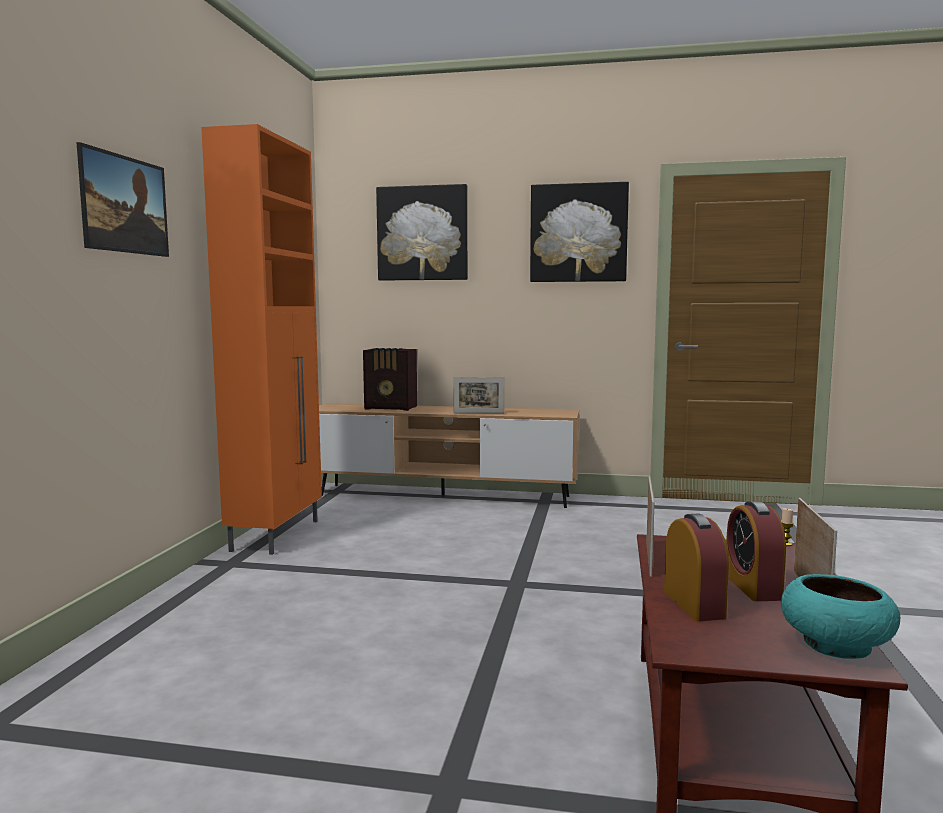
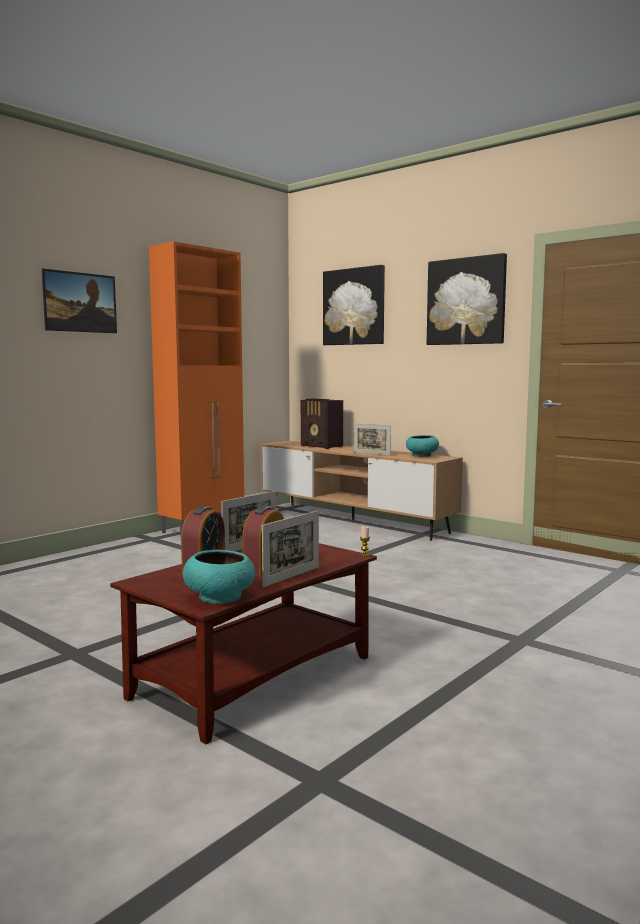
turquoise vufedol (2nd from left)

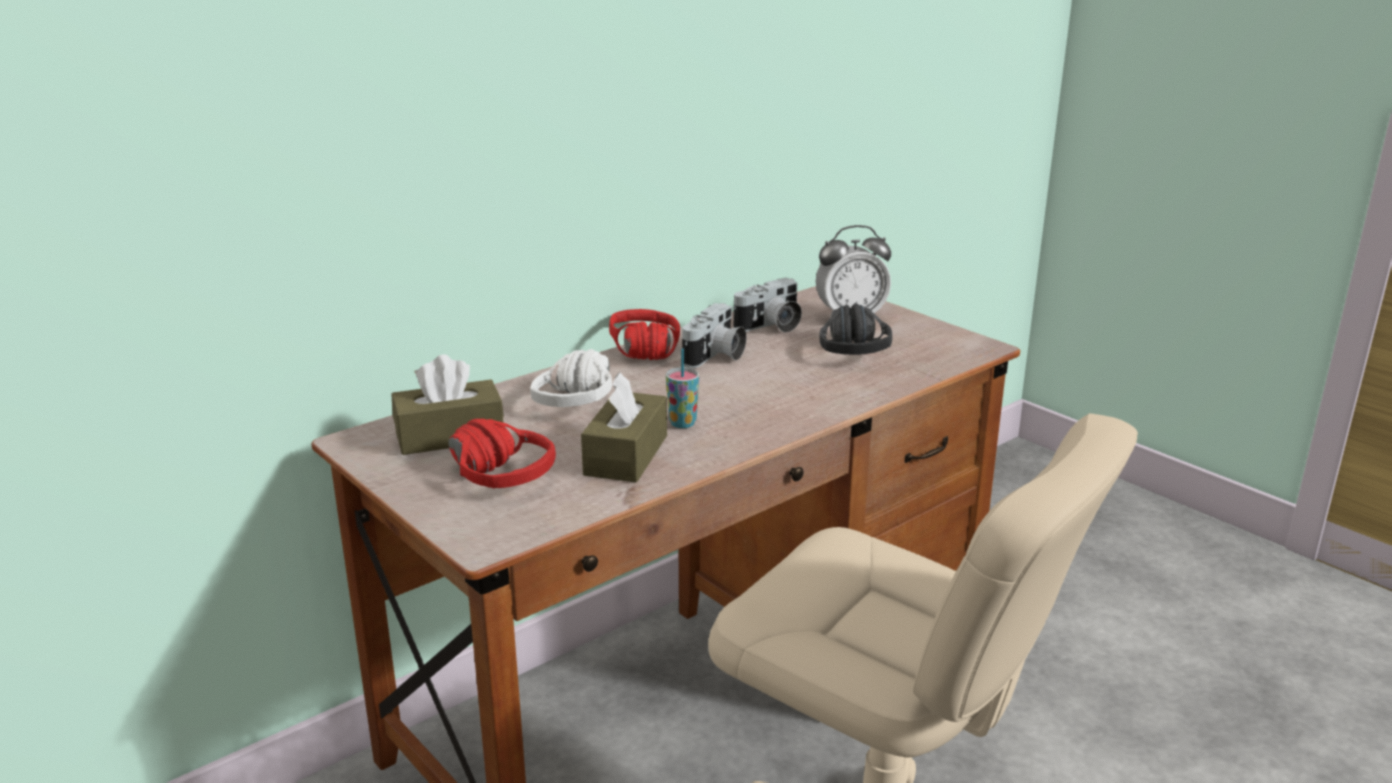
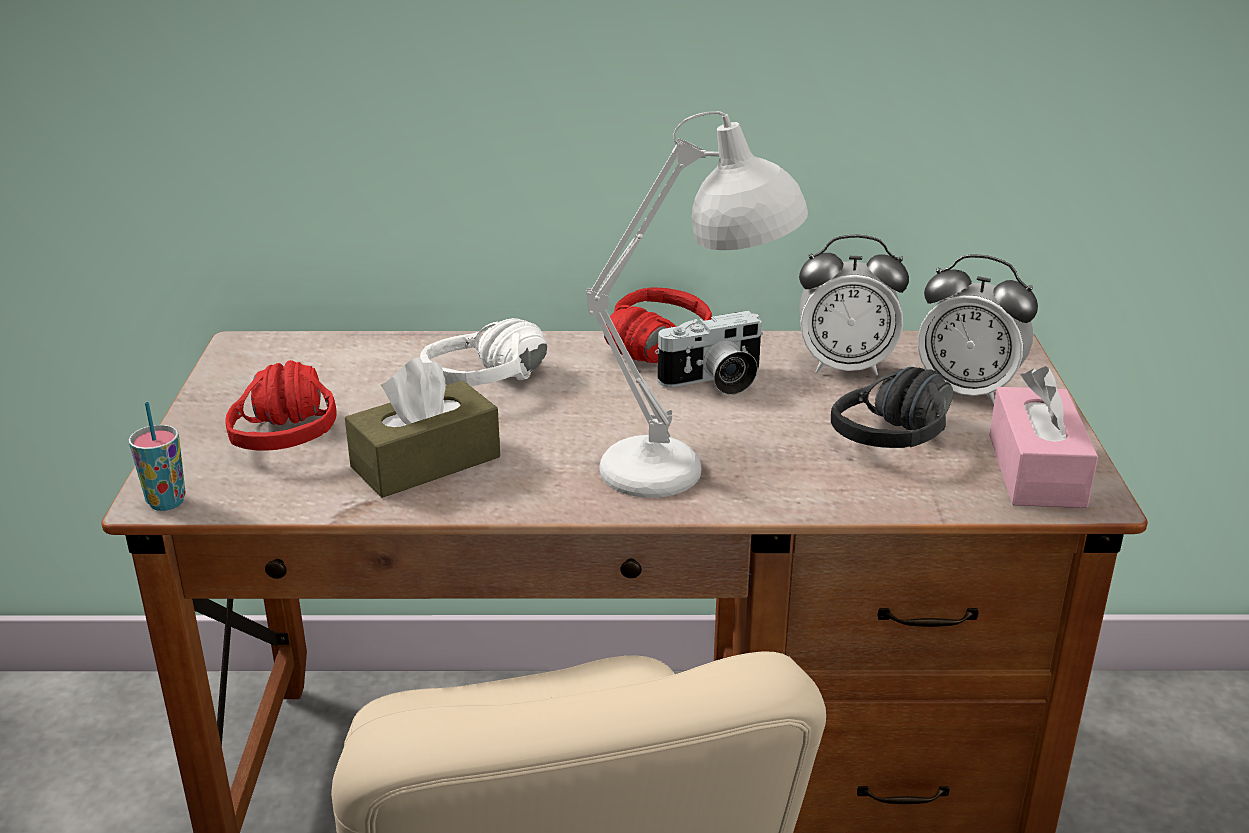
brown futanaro (1st from left in the first image)
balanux
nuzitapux (1st from left)
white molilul
pink futanaro

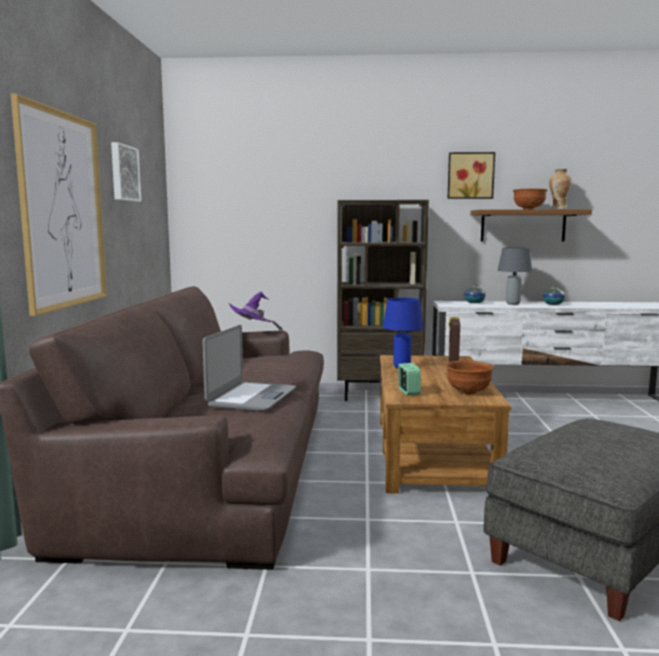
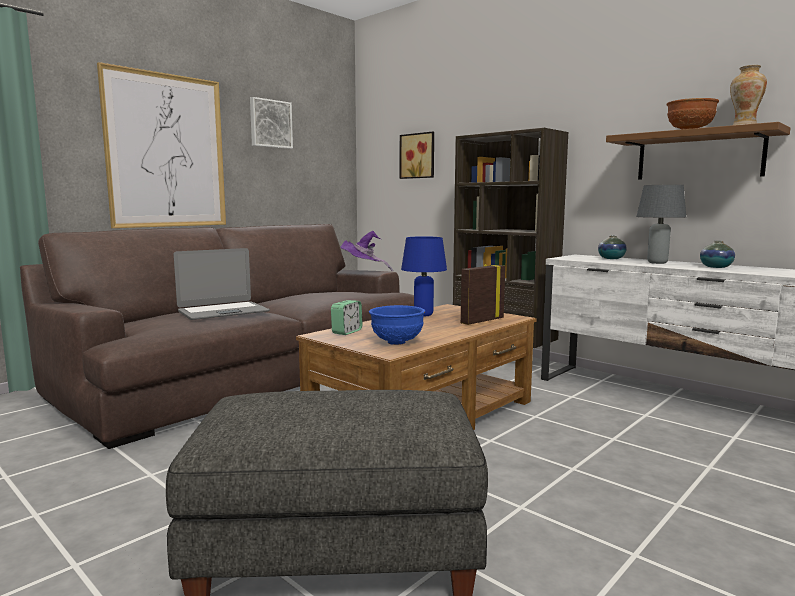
blue vufedol
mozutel (3rd from left)

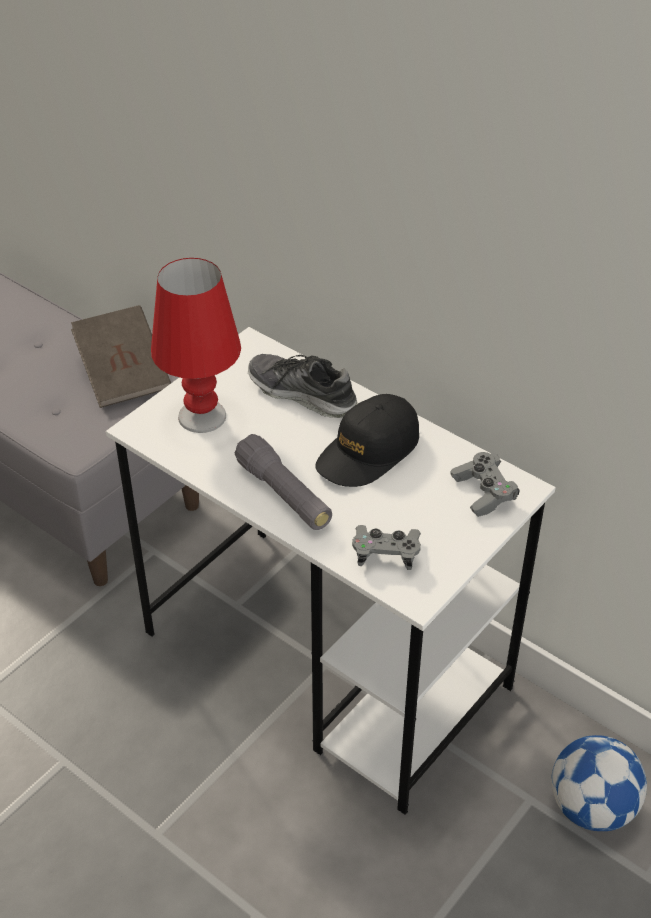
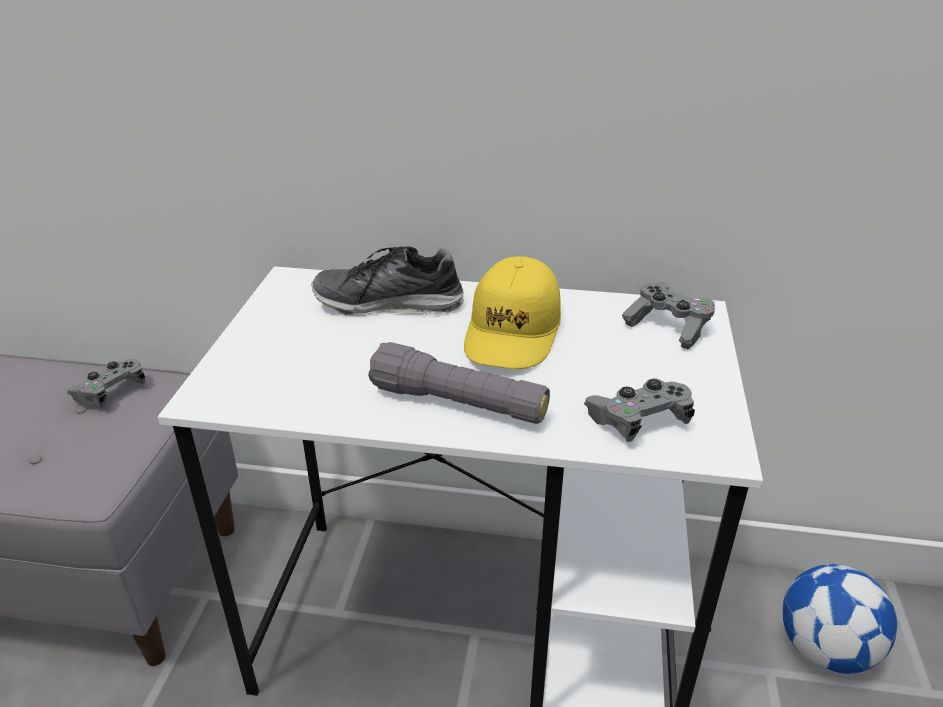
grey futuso (1st from left)
red molilul
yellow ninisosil

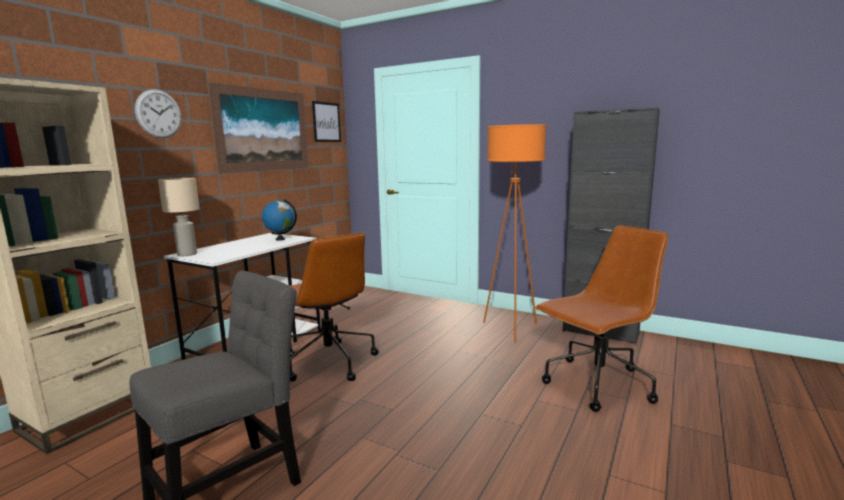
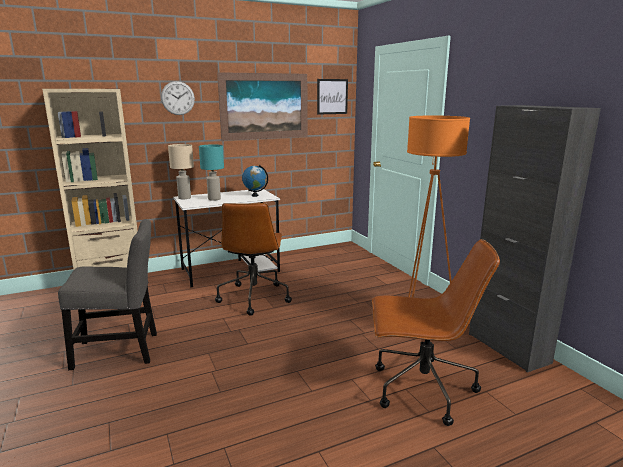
turquoise molilul

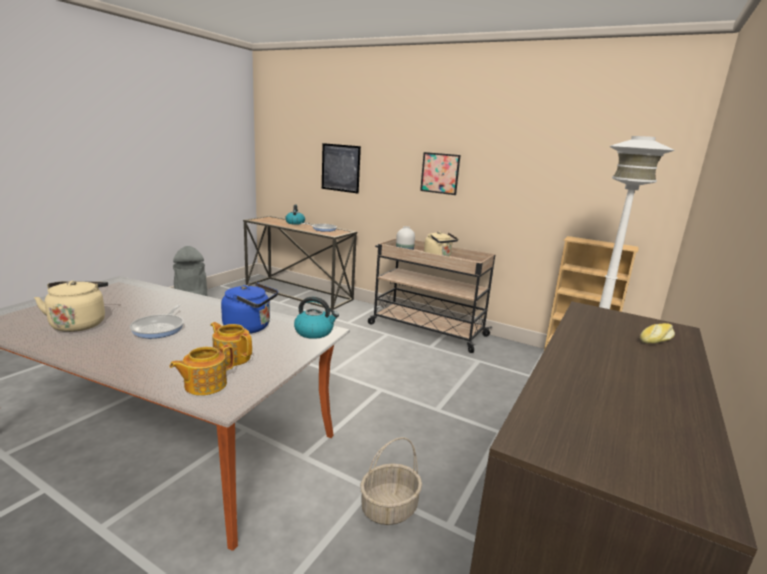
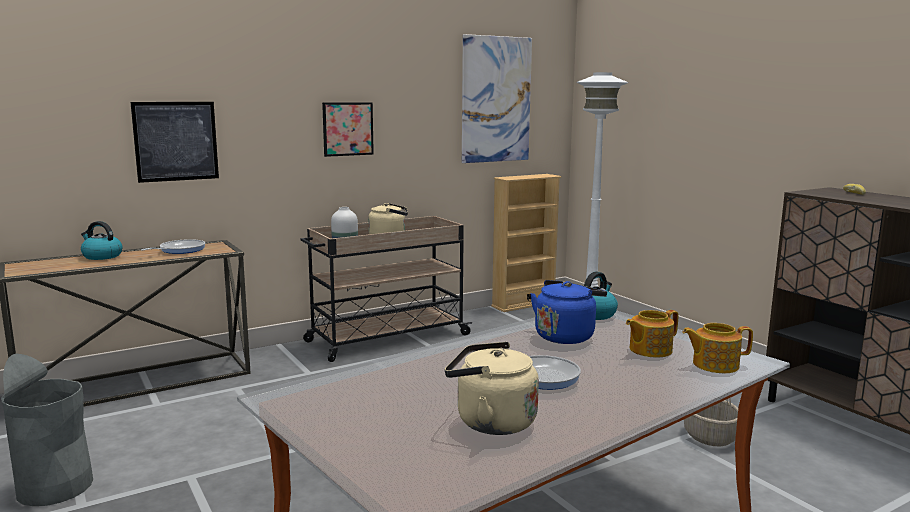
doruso (2nd from left)
mozutel (3rd from left)

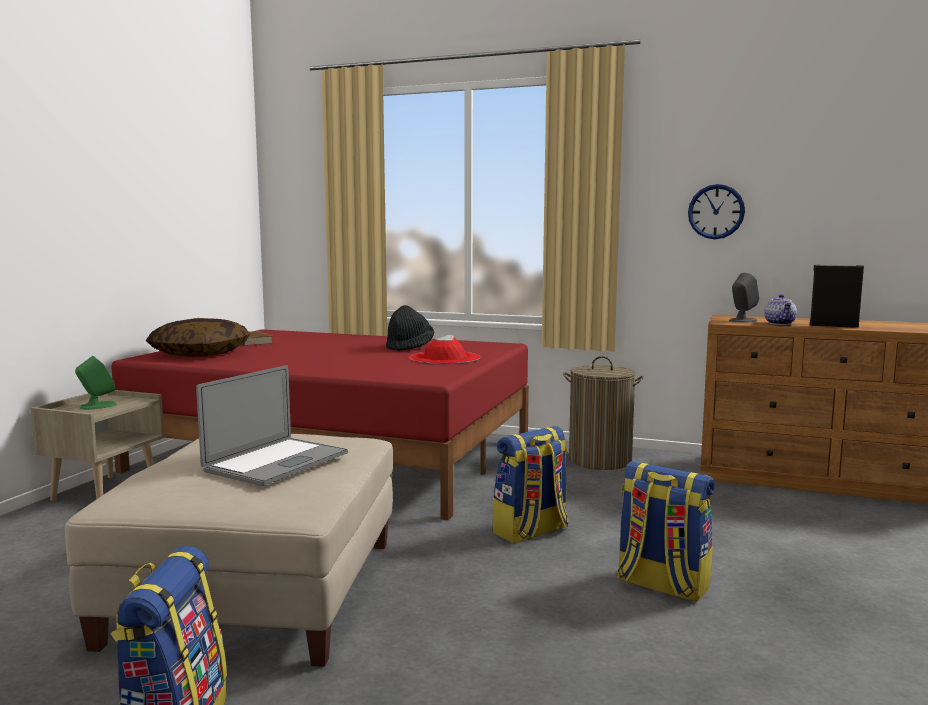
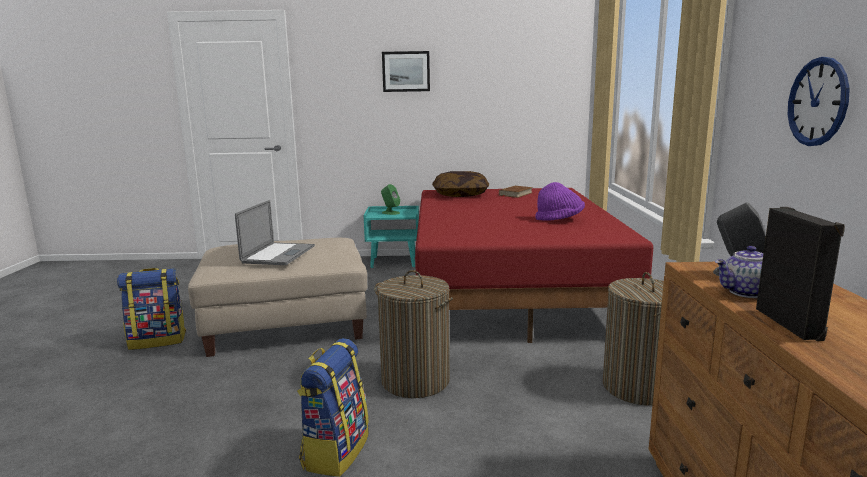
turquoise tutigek
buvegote
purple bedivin
red bedivin
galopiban (1st from left)
mozutel

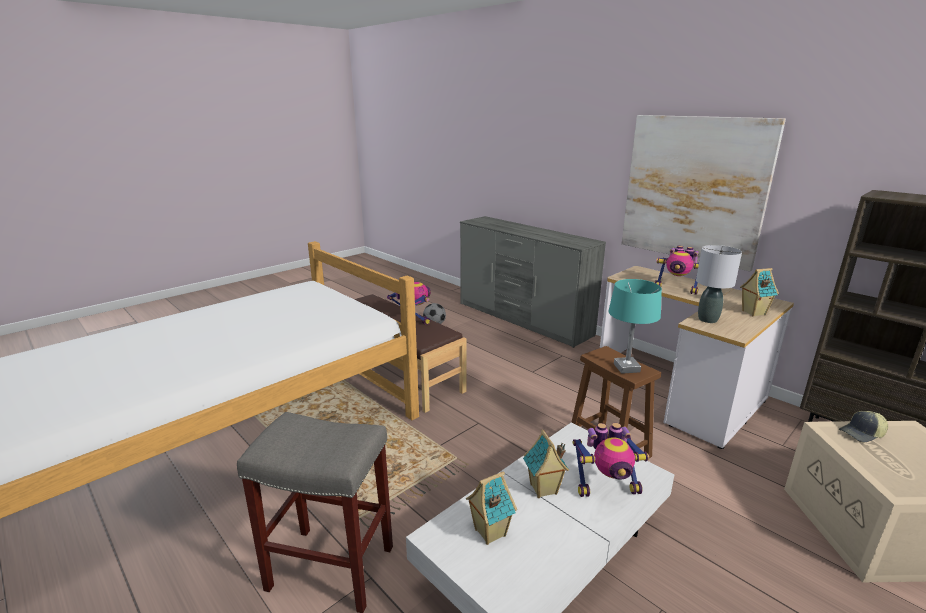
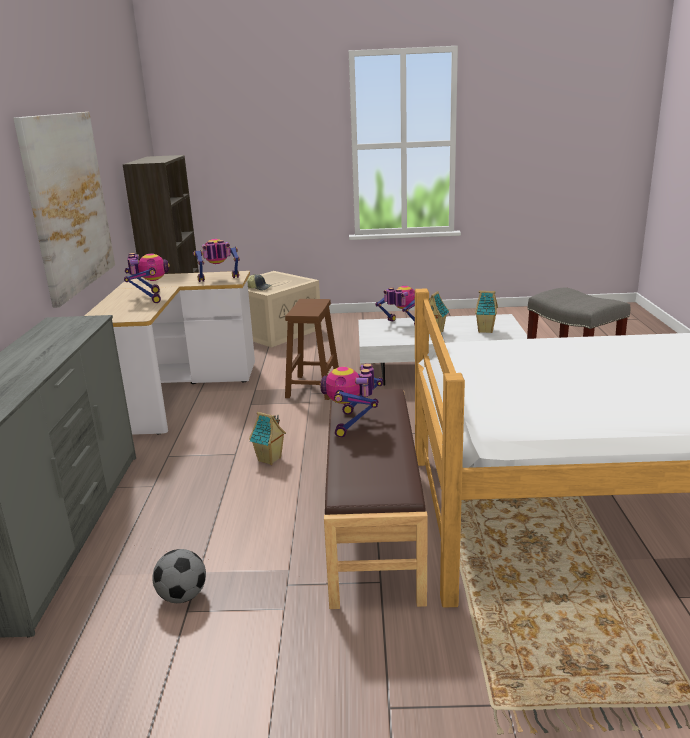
turquoise molilul
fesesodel (2nd from left)
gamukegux (1st from left)

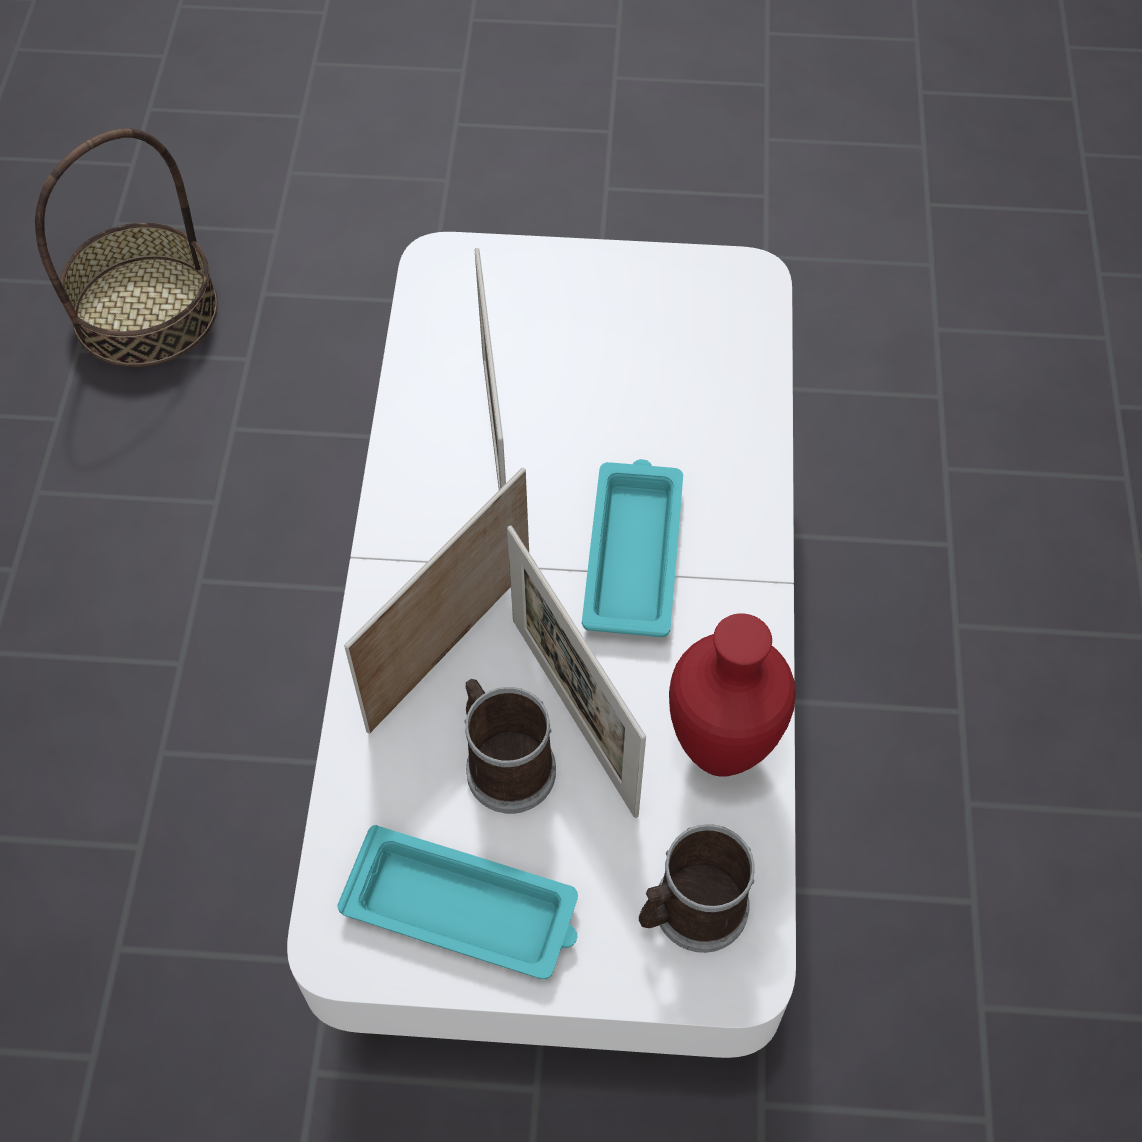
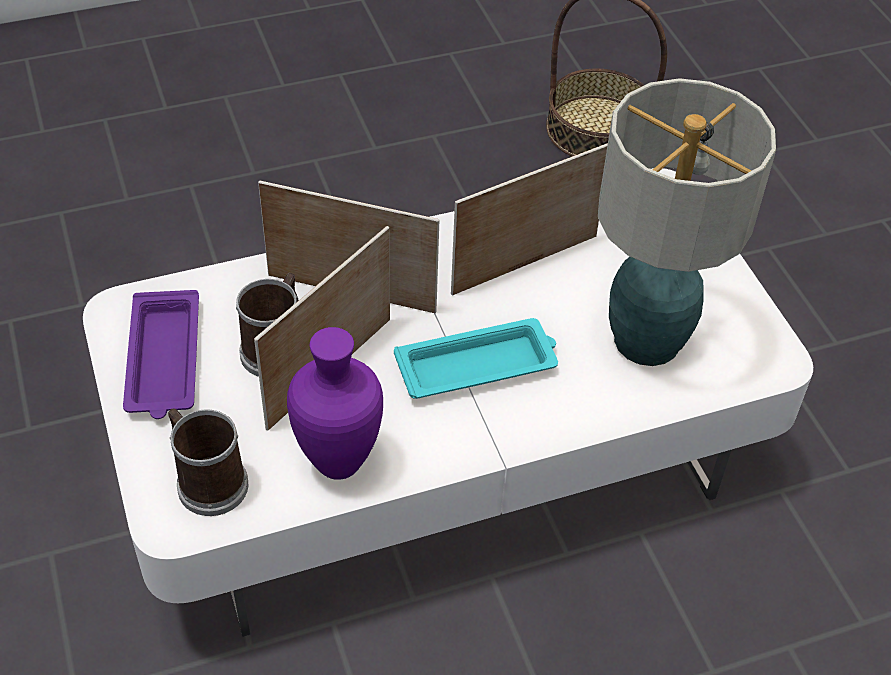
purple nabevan
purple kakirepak
molilul

